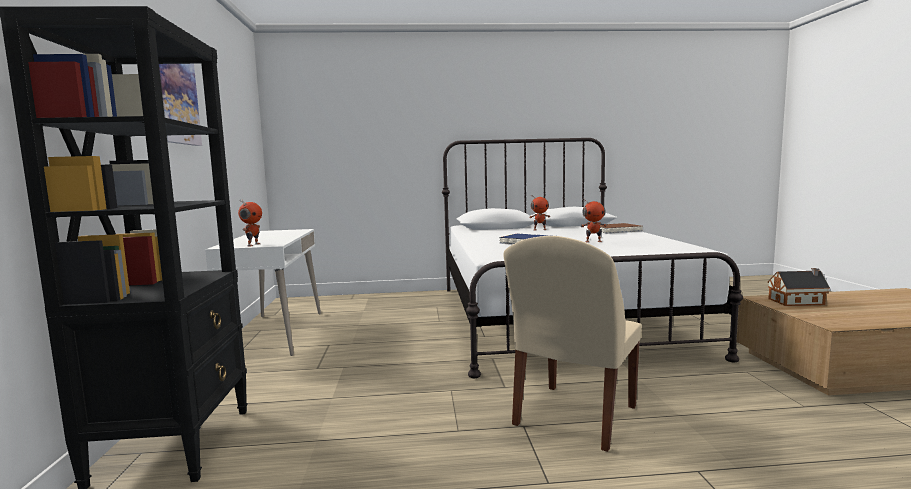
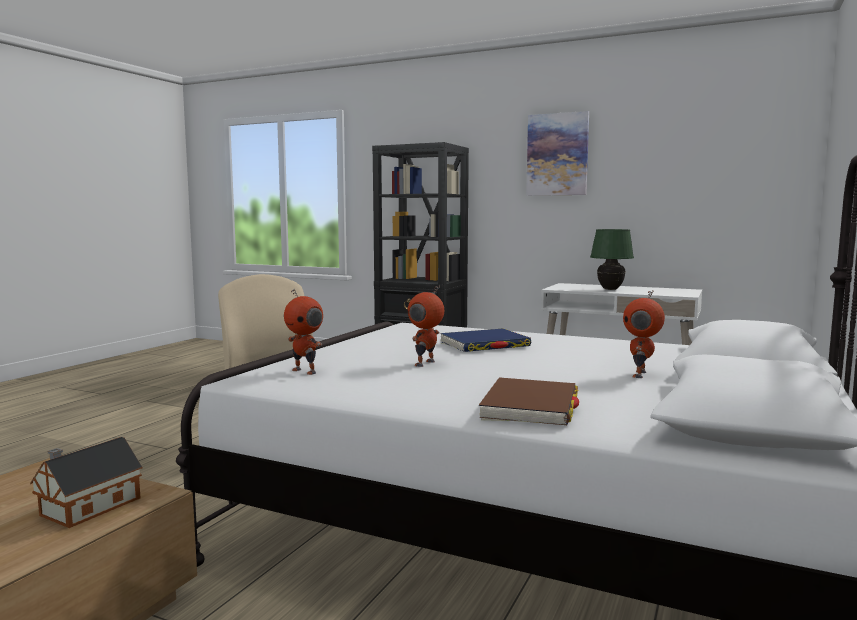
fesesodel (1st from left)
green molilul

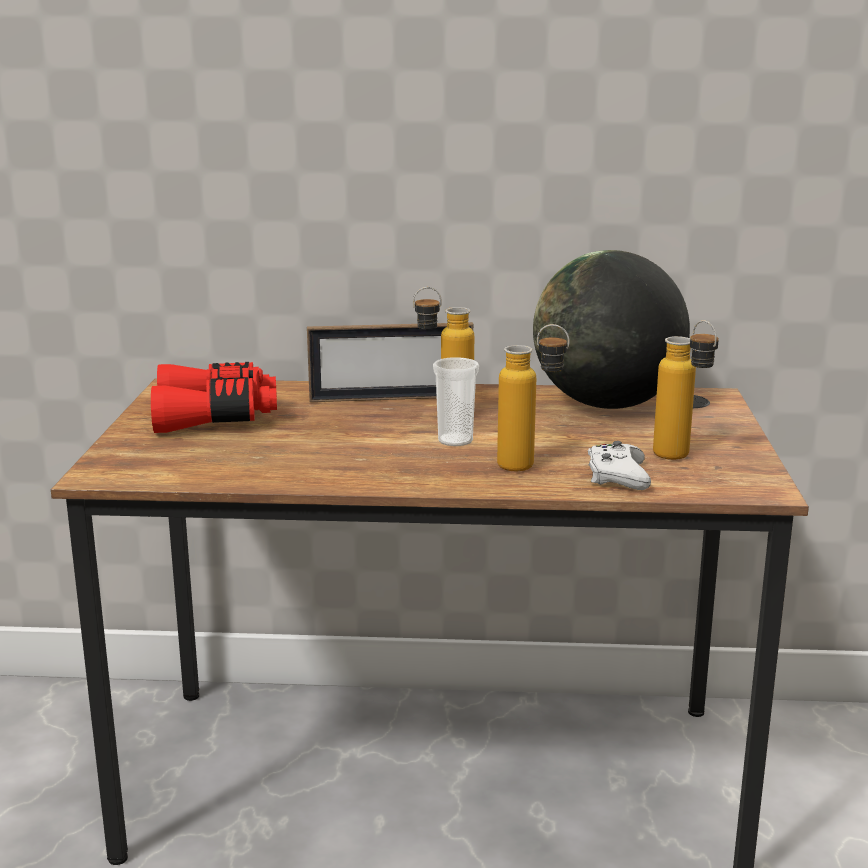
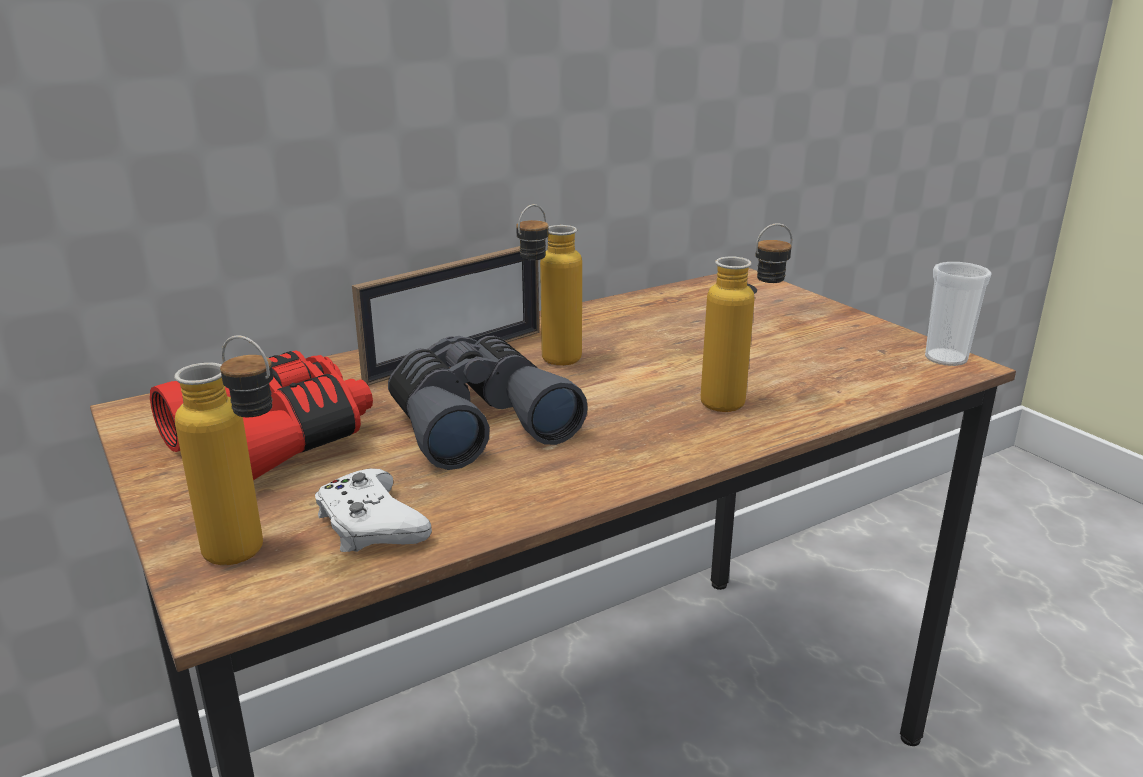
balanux
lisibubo
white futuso
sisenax (1st from left)
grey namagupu

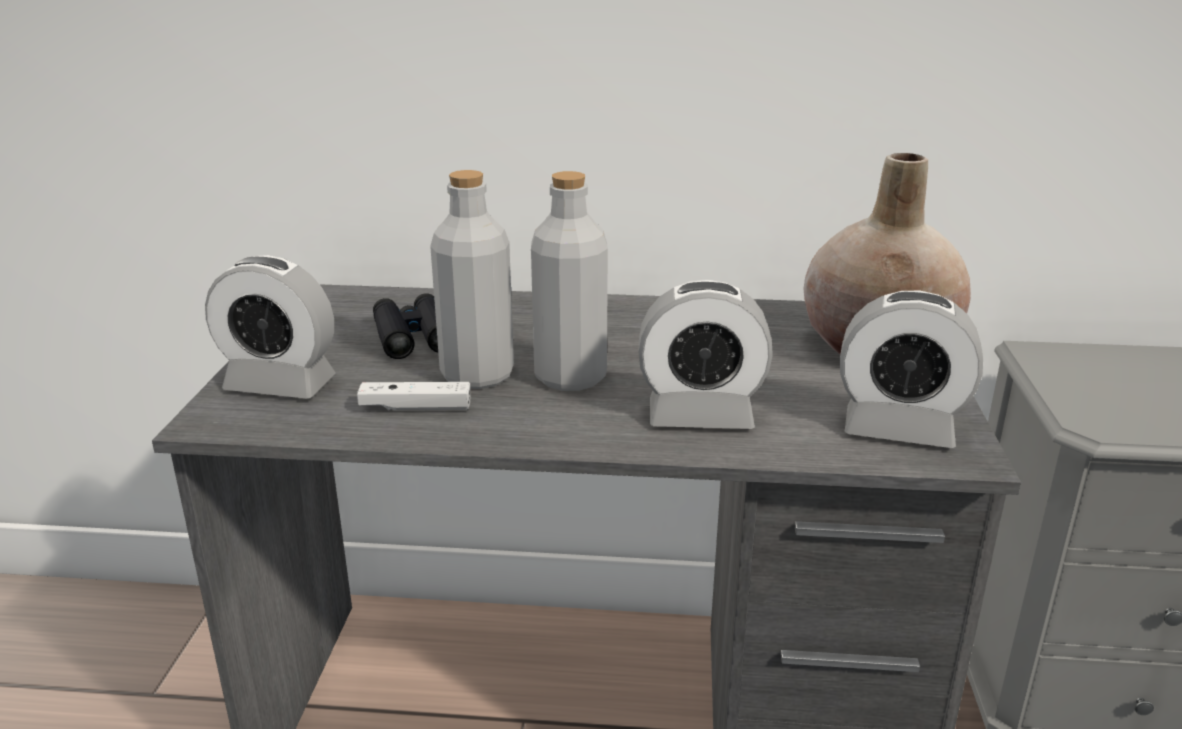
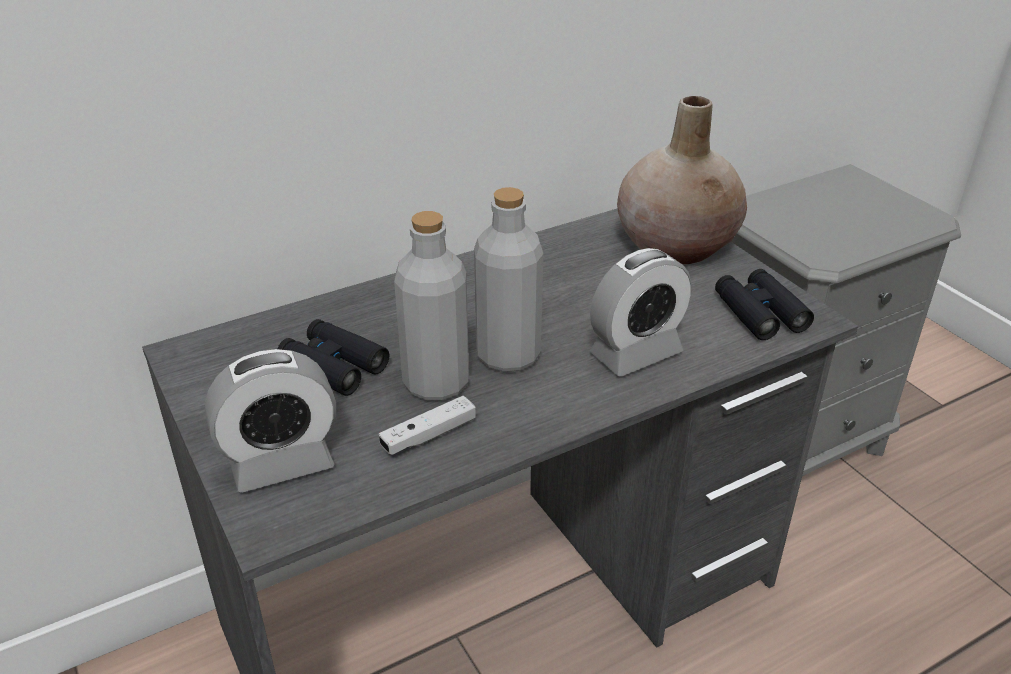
black namagupu (2nd from left)

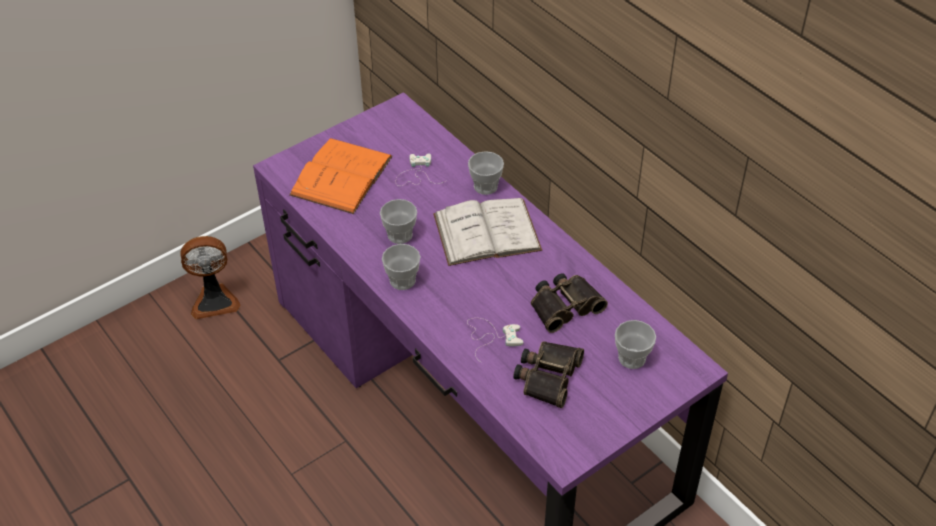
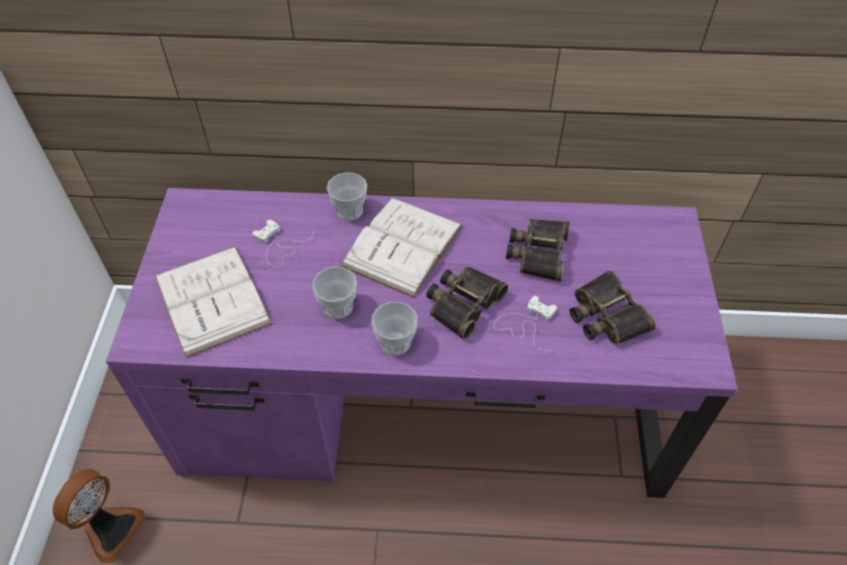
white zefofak (1st from left)
balanux (4th from left in the first image)
namagupu (1st from left)

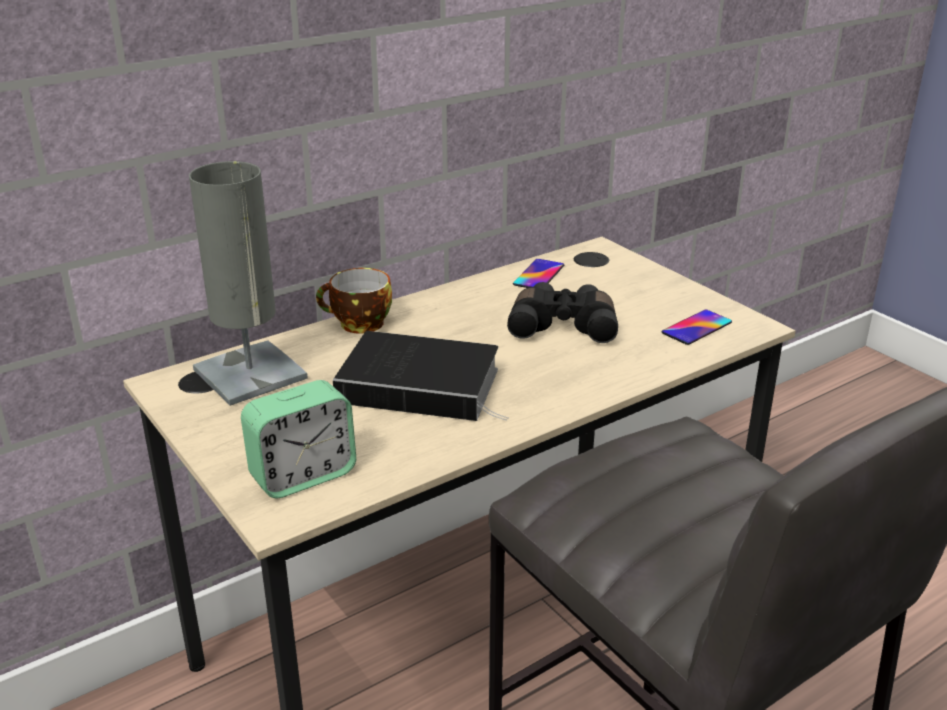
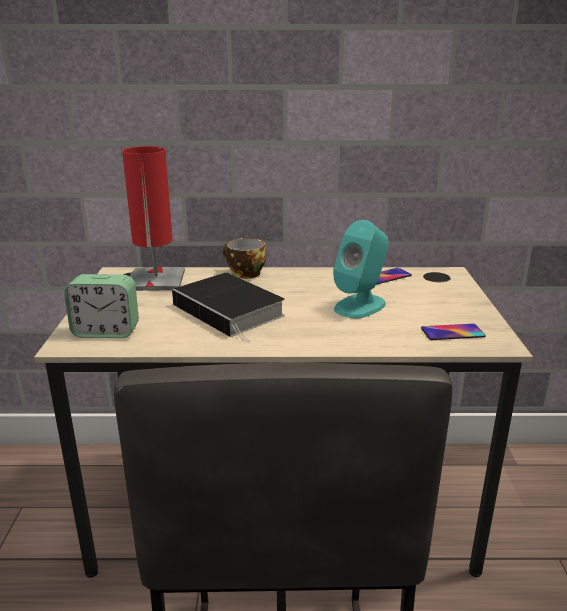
red molilul
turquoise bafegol

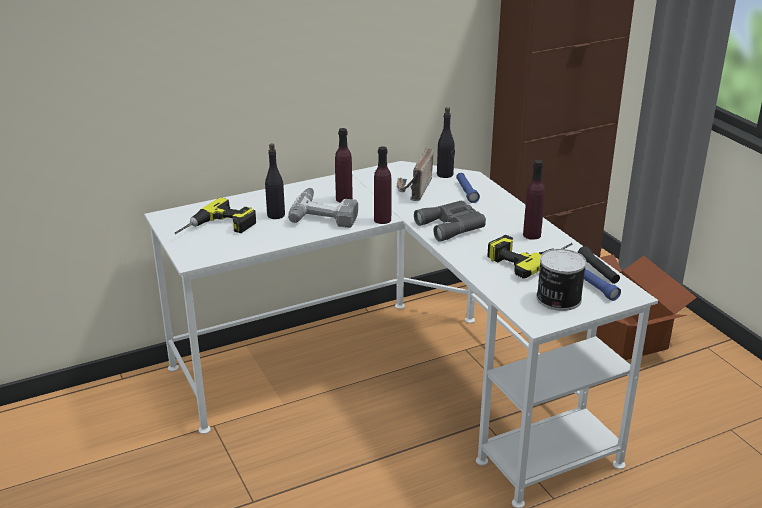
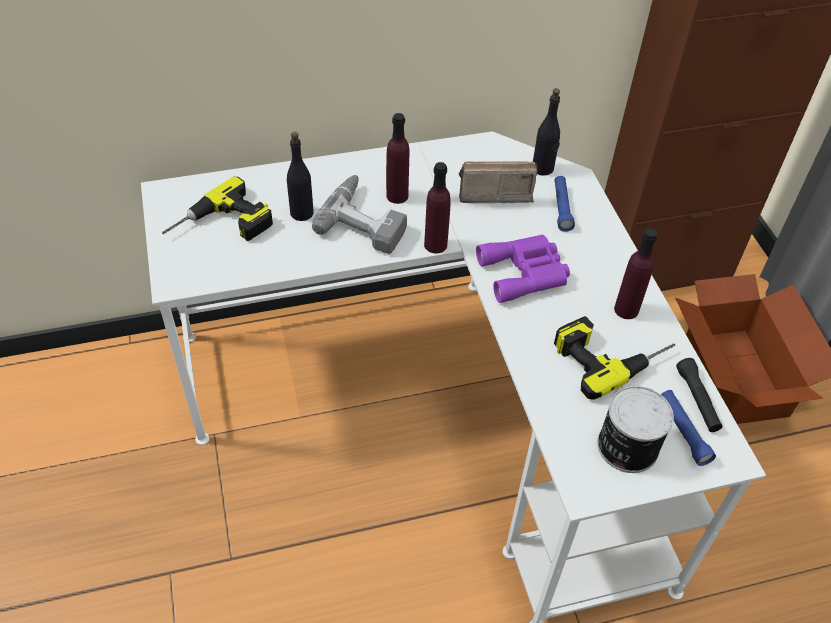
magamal
purple namagupu

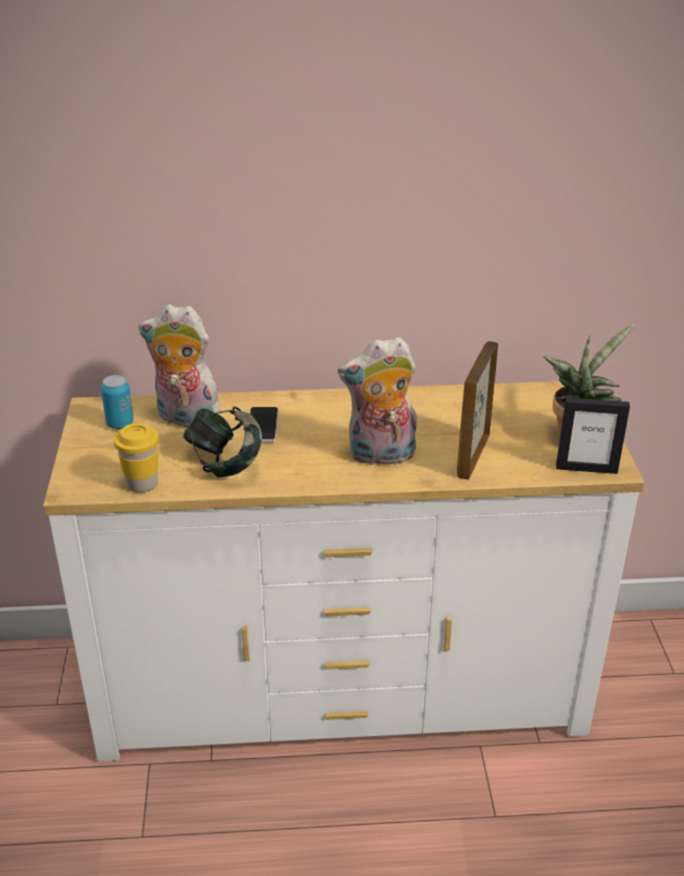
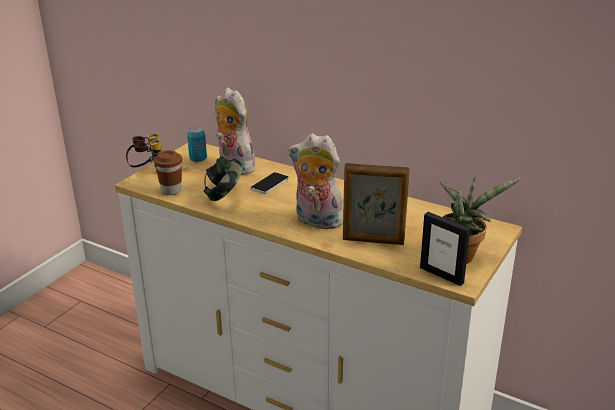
brown balanux
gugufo (1st from left)
namagupu

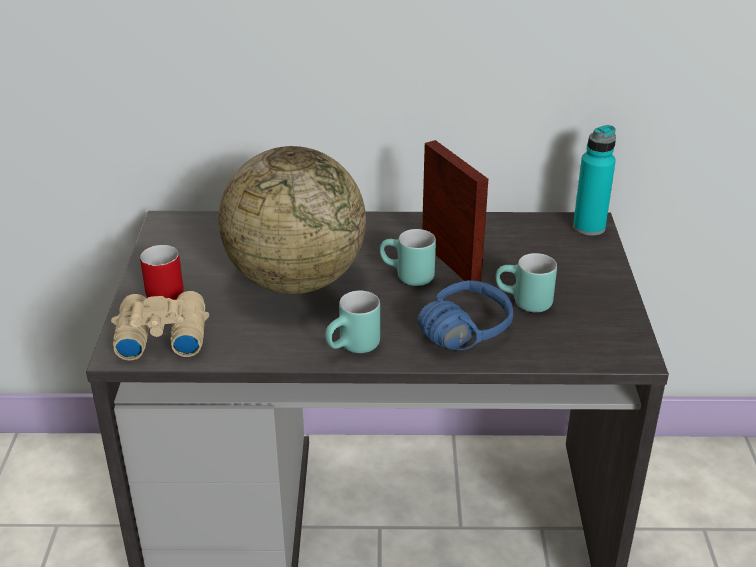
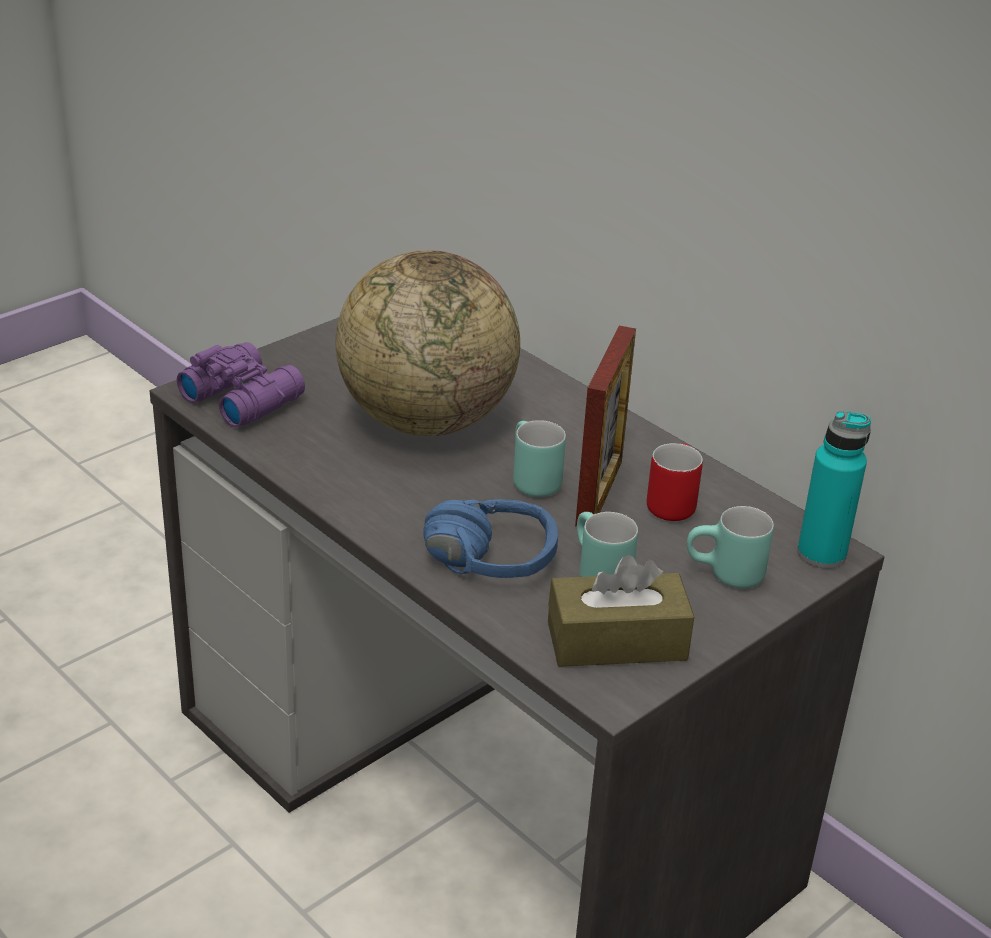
purple namagupu
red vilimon
turquoise vilimon (3rd from left)
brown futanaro

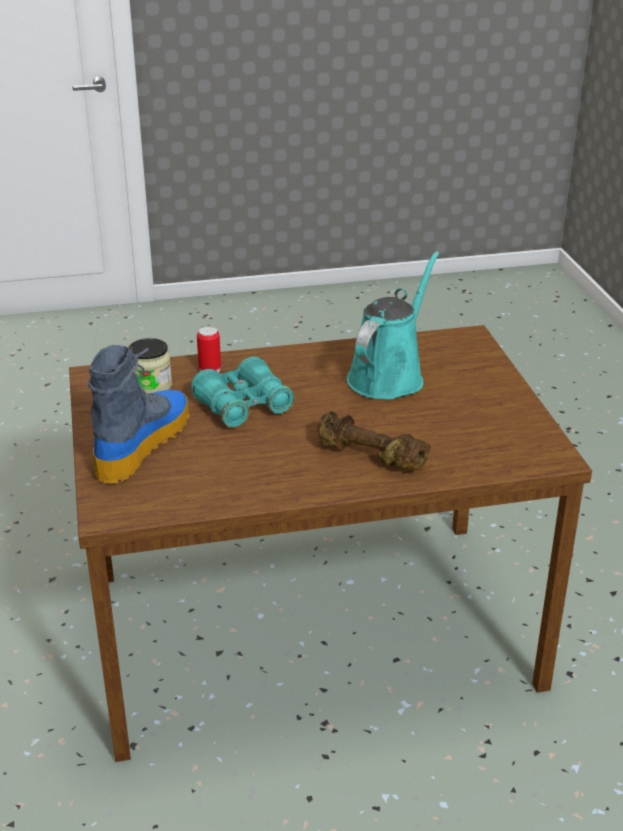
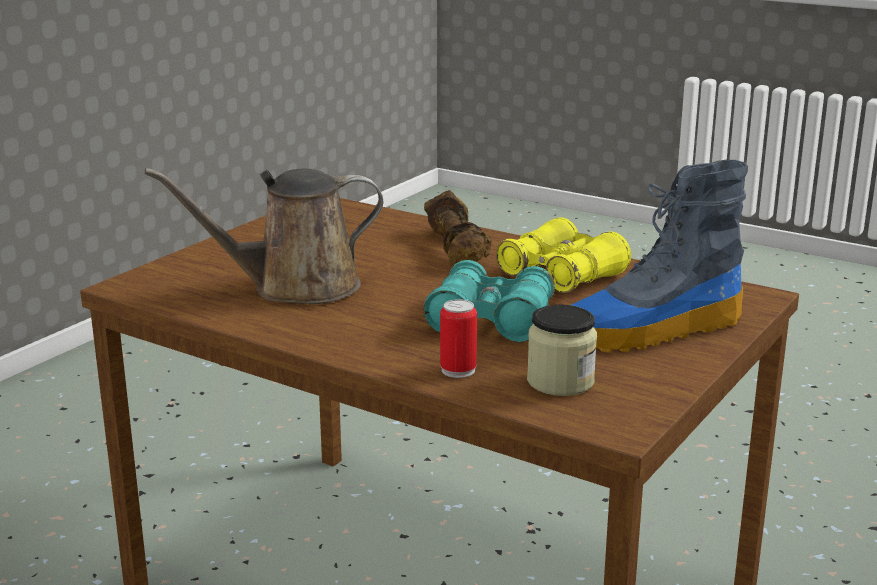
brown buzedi
yellow namagupu

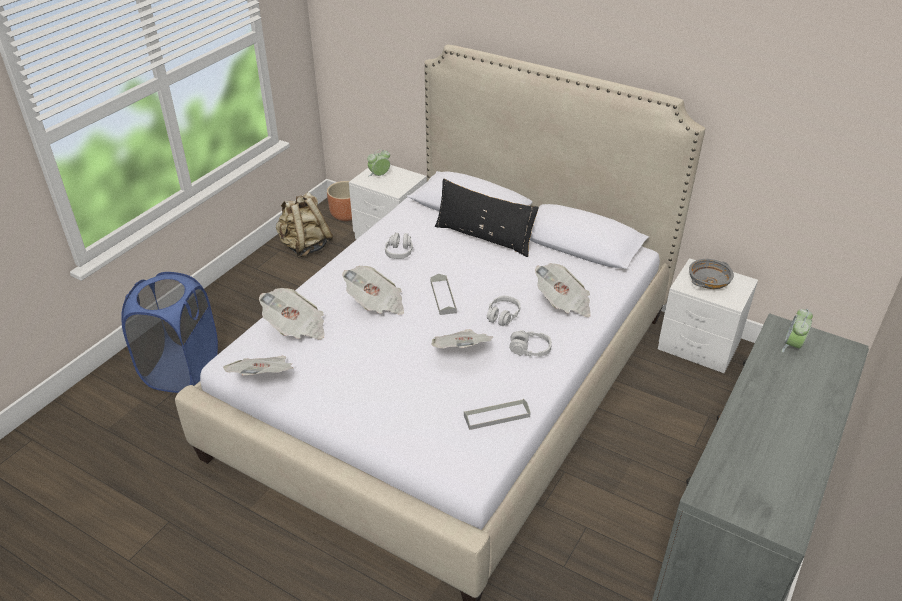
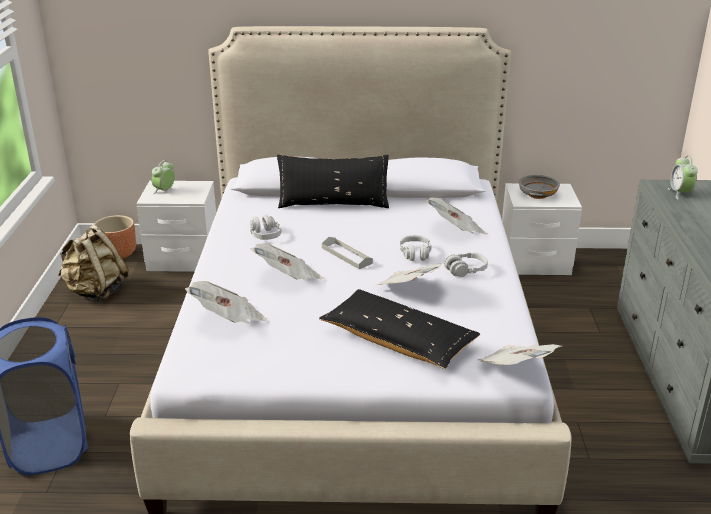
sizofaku (5th from left)
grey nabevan (2nd from left in the first image)
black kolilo (2nd from left)

